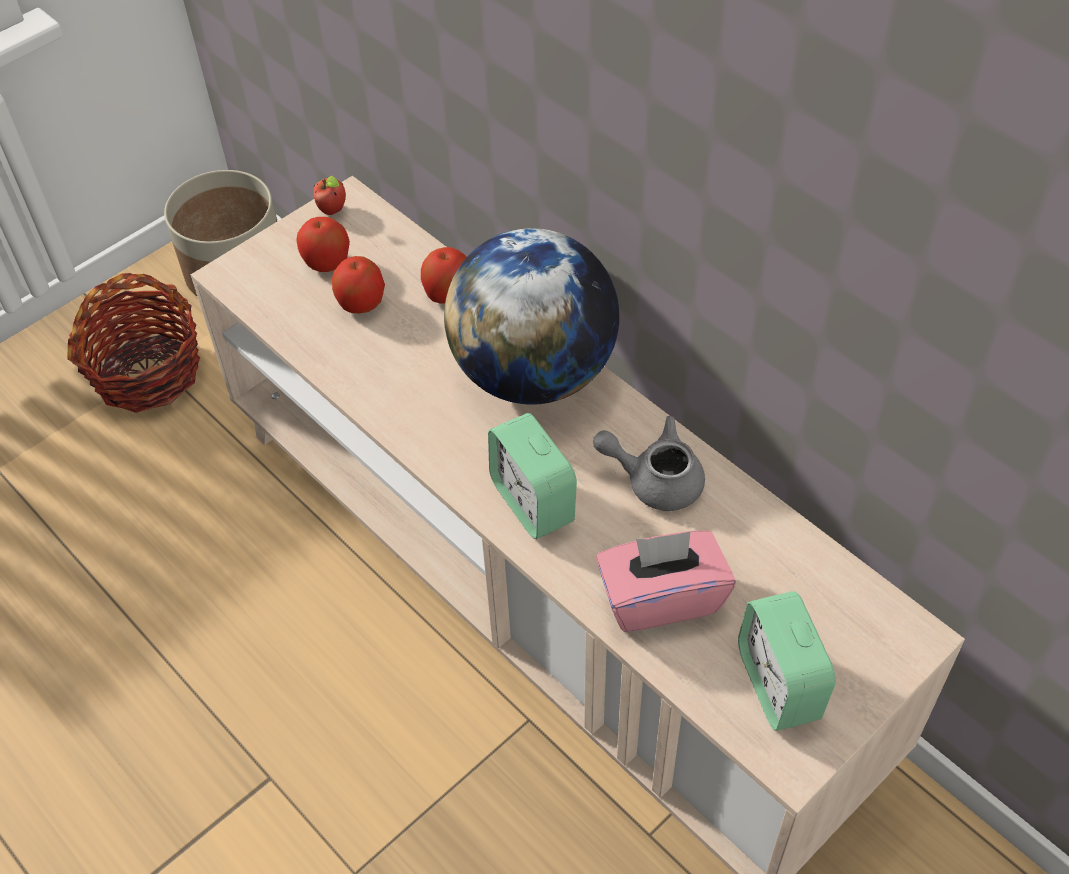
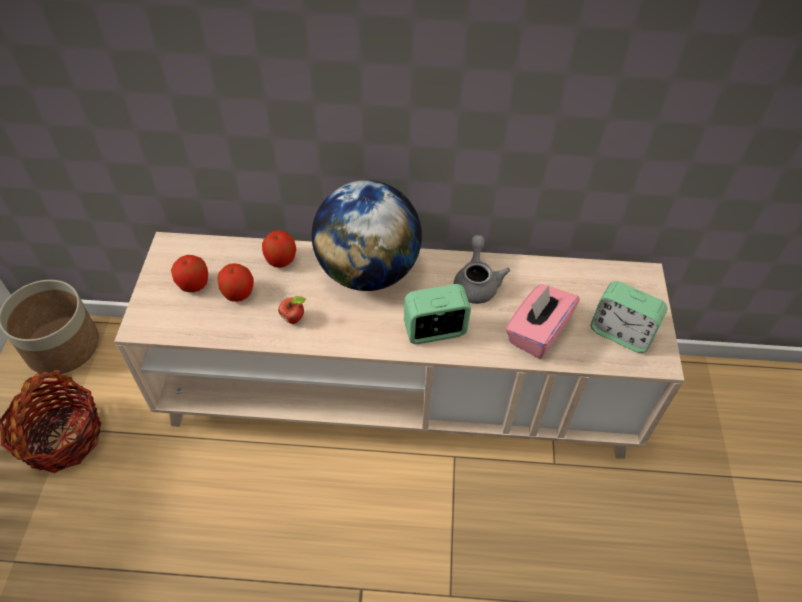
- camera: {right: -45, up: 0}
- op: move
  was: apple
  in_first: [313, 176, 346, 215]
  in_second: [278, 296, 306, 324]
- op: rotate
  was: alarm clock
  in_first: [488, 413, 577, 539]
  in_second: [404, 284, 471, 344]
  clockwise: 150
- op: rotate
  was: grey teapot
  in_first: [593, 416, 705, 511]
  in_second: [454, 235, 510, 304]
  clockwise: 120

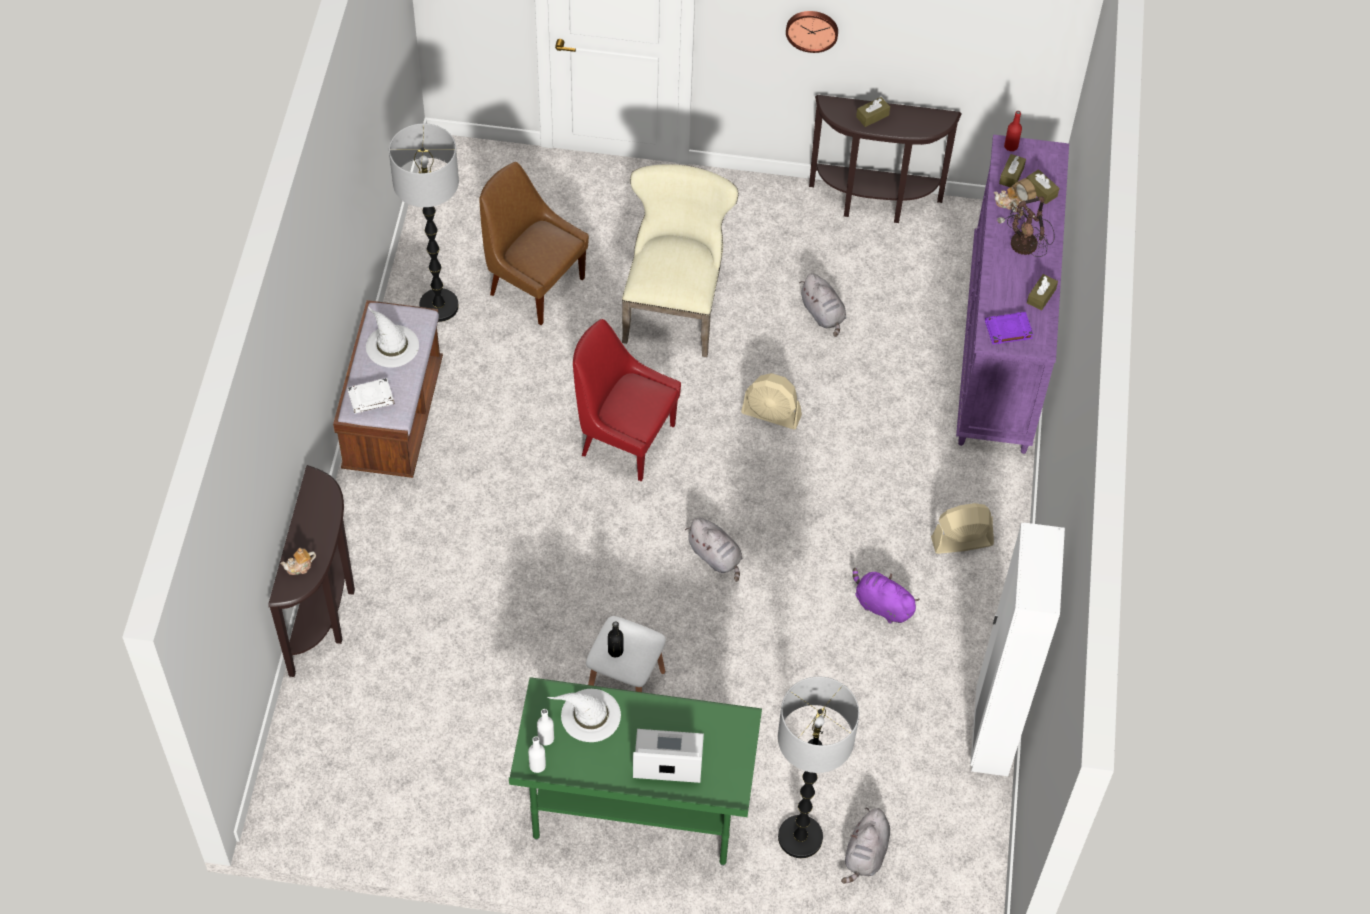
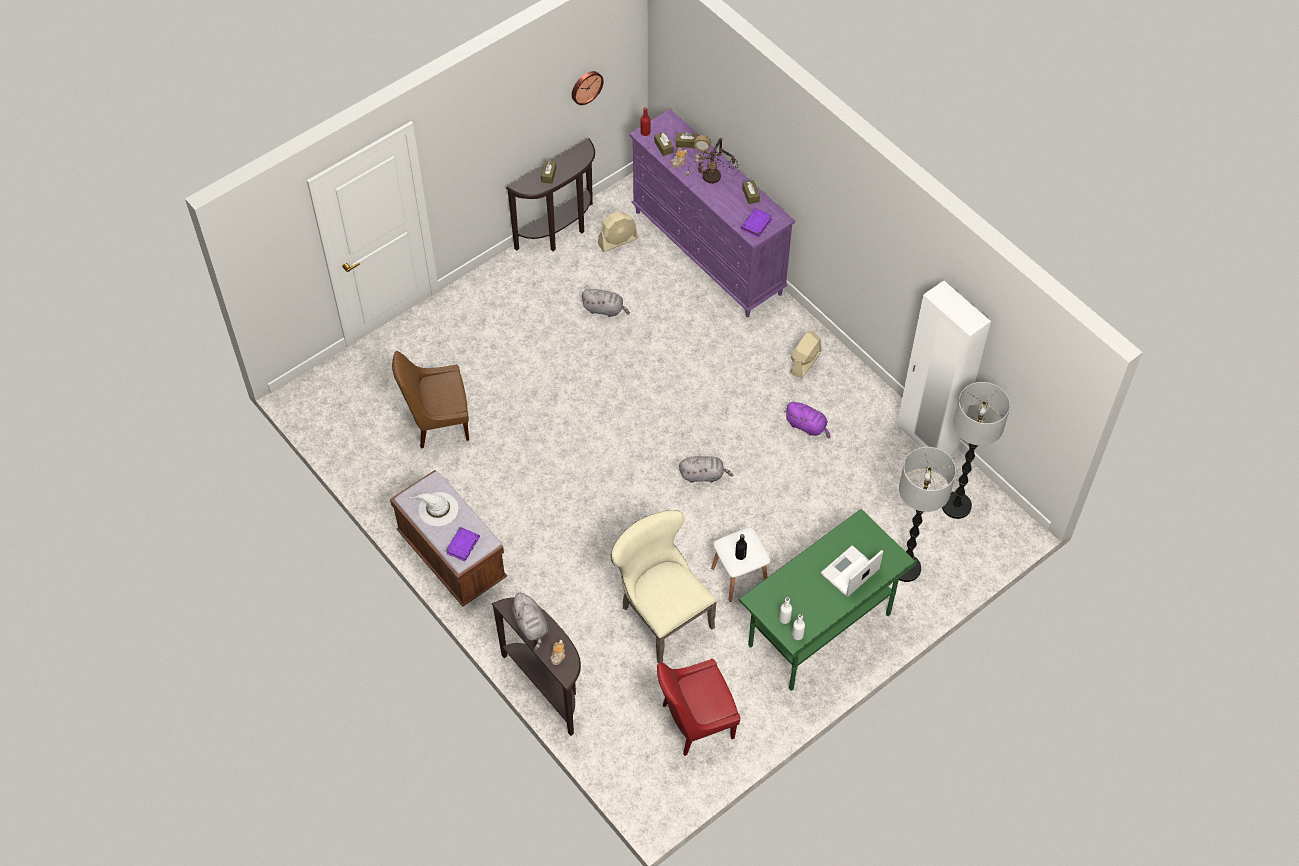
- camera: {right: -45, up: 0}
- op: delete
  was: white hat
  in_first: [548, 689, 621, 742]
- op: move
  was: floor lamp
  in_first: [389, 123, 459, 322]
  in_second: [942, 382, 1010, 519]
- op: move
  was: red chair
  in_first: [573, 319, 681, 481]
  in_second: [657, 659, 740, 756]
- op: move
  was: beige chair
  in_first: [622, 164, 738, 357]
  in_second: [610, 510, 717, 663]
- op: move
  was: beige fan
  in_first: [741, 373, 802, 430]
  in_second: [598, 211, 638, 252]
- op: move
  was: wall clock
  in_first: [786, 11, 838, 53]
  in_second: [572, 71, 604, 105]
- op: move
  was: grey plush toy
  in_first: [841, 807, 890, 883]
  in_second: [510, 593, 548, 650]
- op: recolor
  was: white book
  now: purple book
  in_first: [347, 378, 395, 414]
  in_second: [446, 527, 480, 561]
- op: rotate
  was: purple plush toy
  in_first: [853, 568, 920, 623]
  in_second: [785, 402, 830, 439]
  clockwise: -135

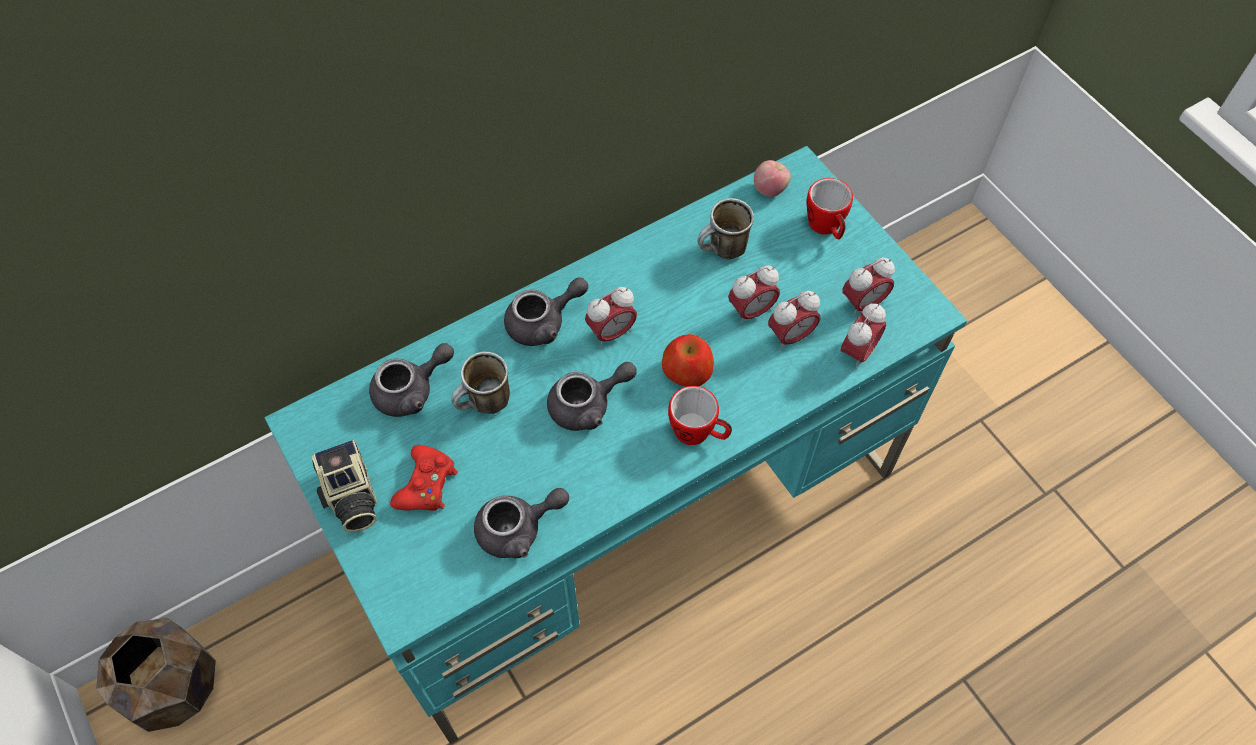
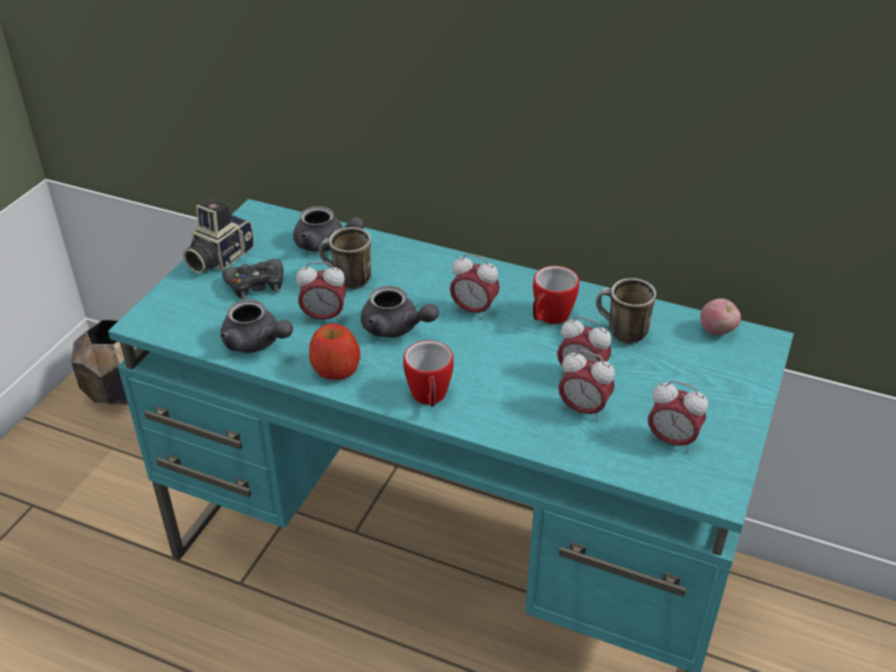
- camera: {right: 55, up: -20}
- op: delete
  was: grey teapot
  in_first: [504, 277, 588, 346]
- op: move
  was: apple
  in_first: [662, 334, 714, 387]
  in_second: [309, 323, 361, 380]
- op: move
  was: mug
  in_first: [807, 178, 853, 239]
  in_second: [533, 266, 579, 324]
- op: move
  was: alarm clock
  in_first: [841, 303, 886, 369]
  in_second: [296, 262, 346, 323]
- op: recolor
  was: red game controller
  now: black game controller
  in_first: [390, 445, 457, 511]
  in_second: [222, 259, 284, 300]

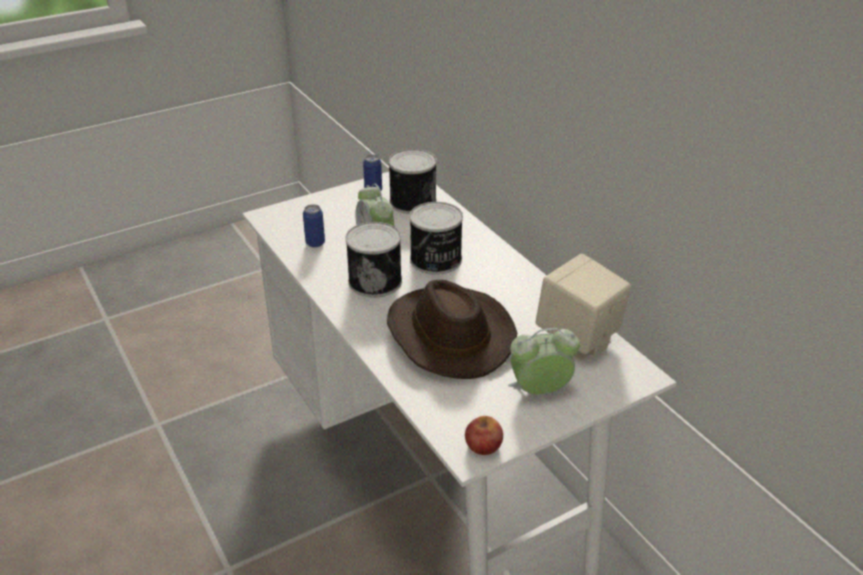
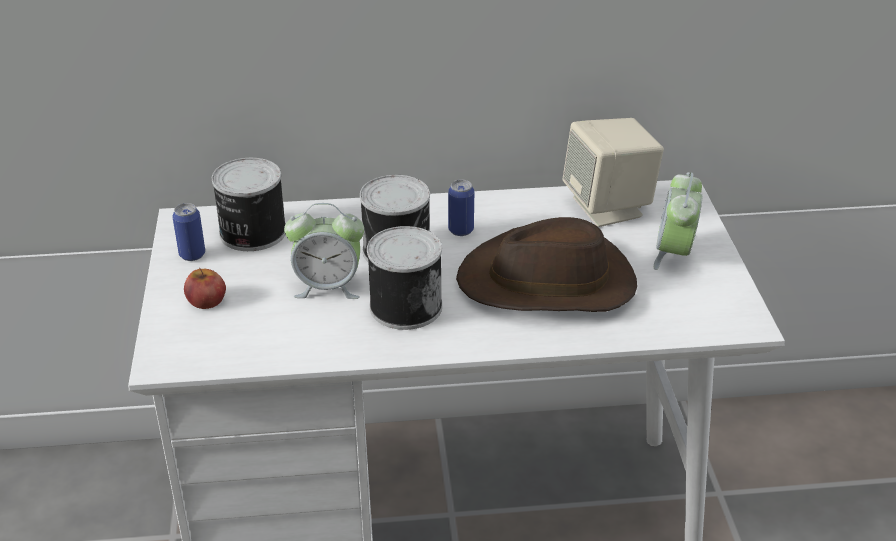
- camera: {right: -65, up: 0}
- op: move
  was: can
  in_first: [303, 204, 325, 247]
  in_second: [448, 180, 474, 236]
- op: move
  was: apple
  in_first: [465, 416, 503, 455]
  in_second: [184, 268, 226, 309]

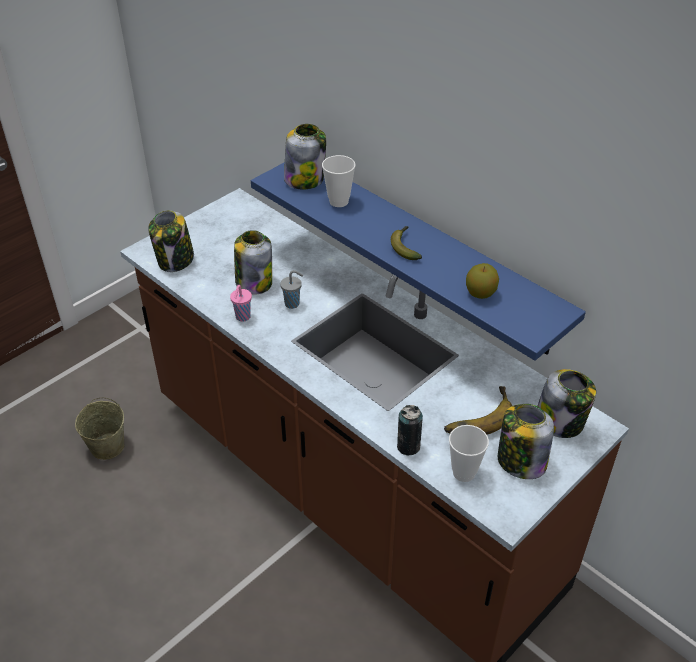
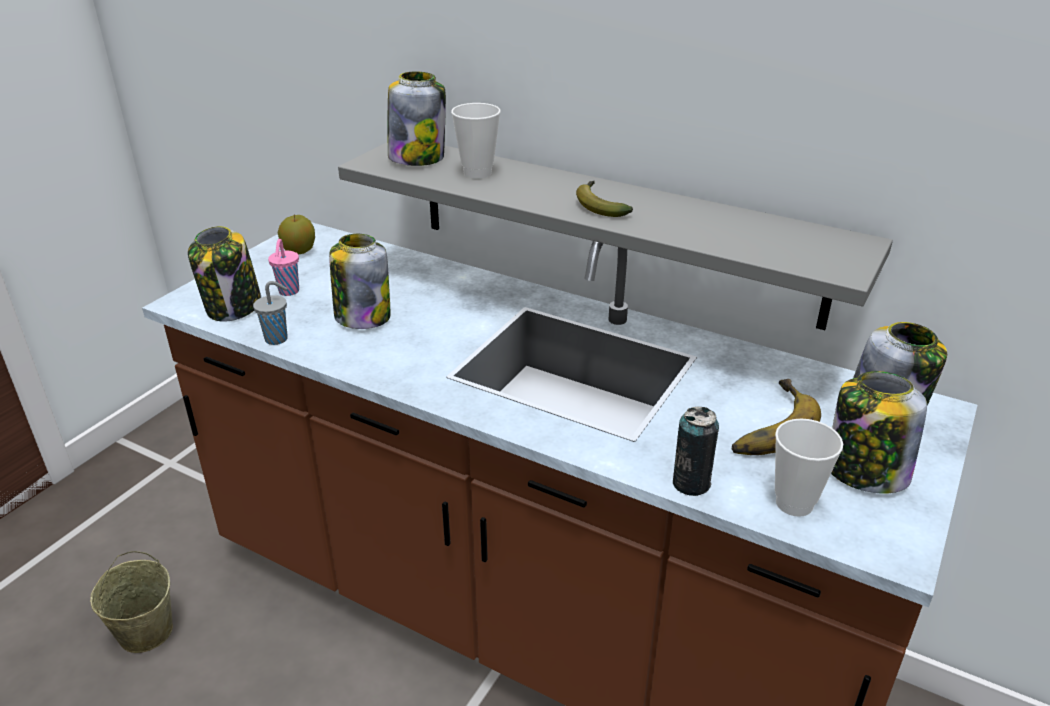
- camera: {right: -15, up: -10}
- op: move
  was: pink cup
  in_first: [230, 285, 252, 322]
  in_second: [268, 239, 299, 296]
- op: move
  was: grey cup
  in_first: [280, 270, 303, 309]
  in_second: [253, 281, 287, 345]
- op: move
  was: apple
  in_first: [466, 263, 499, 299]
  in_second: [277, 215, 315, 254]
- op: recolor
  was: blue shelf
  now: grey shelf
  in_first: [251, 162, 586, 361]
  in_second: [338, 142, 893, 330]

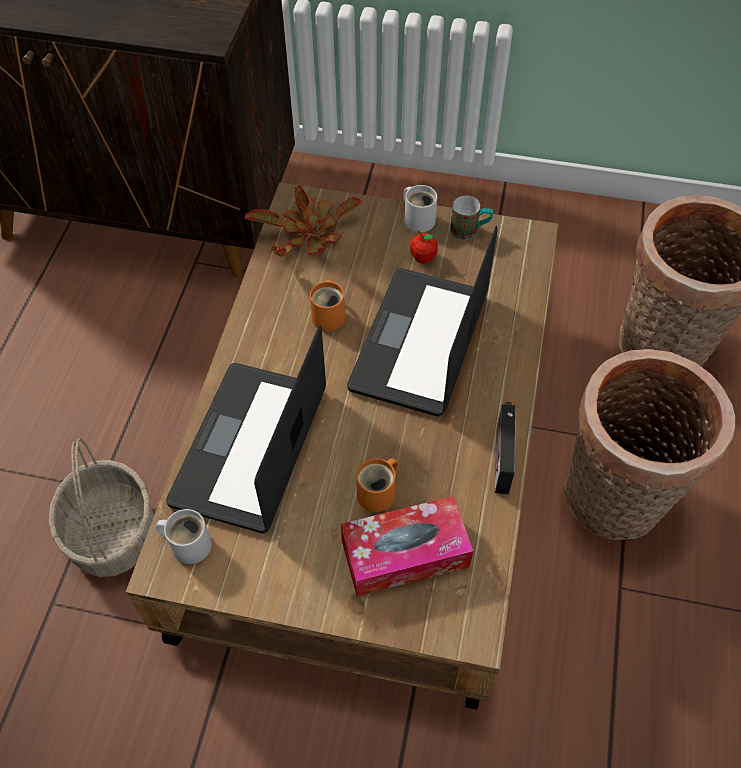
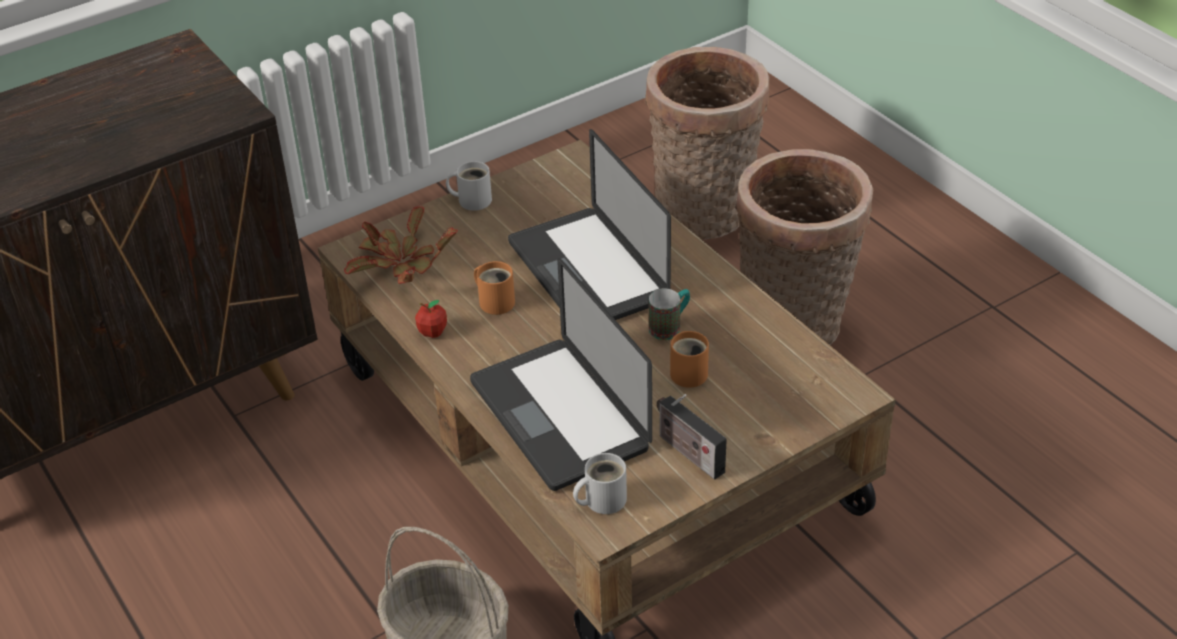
- camera: {right: -45, up: -15}
- op: delete
  was: tissue box
  in_first: [341, 496, 473, 597]
- op: move
  was: apple
  in_first: [410, 230, 438, 264]
  in_second: [415, 300, 447, 338]
- op: move
  was: mug
  in_first: [450, 195, 493, 240]
  in_second: [649, 288, 690, 340]
- op: move
  was: radio
  in_first: [495, 402, 516, 494]
  in_second: [657, 394, 727, 479]

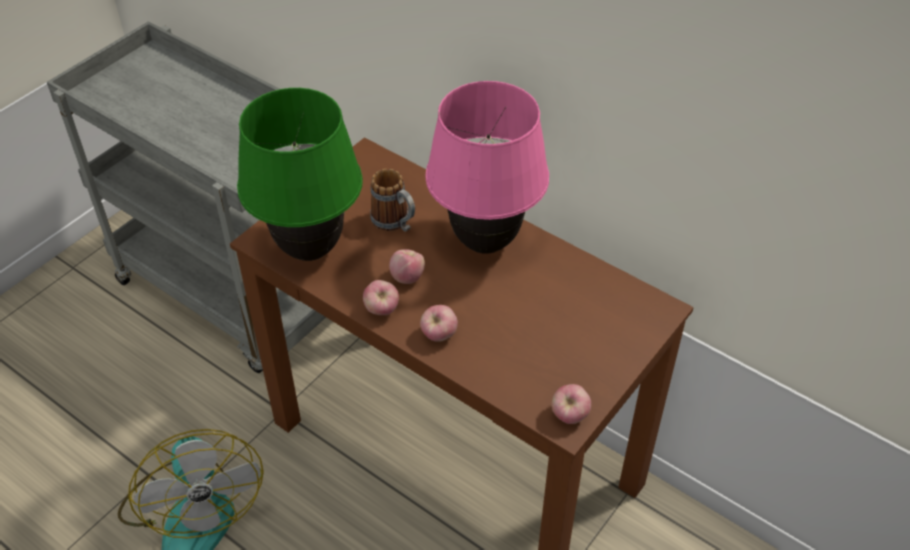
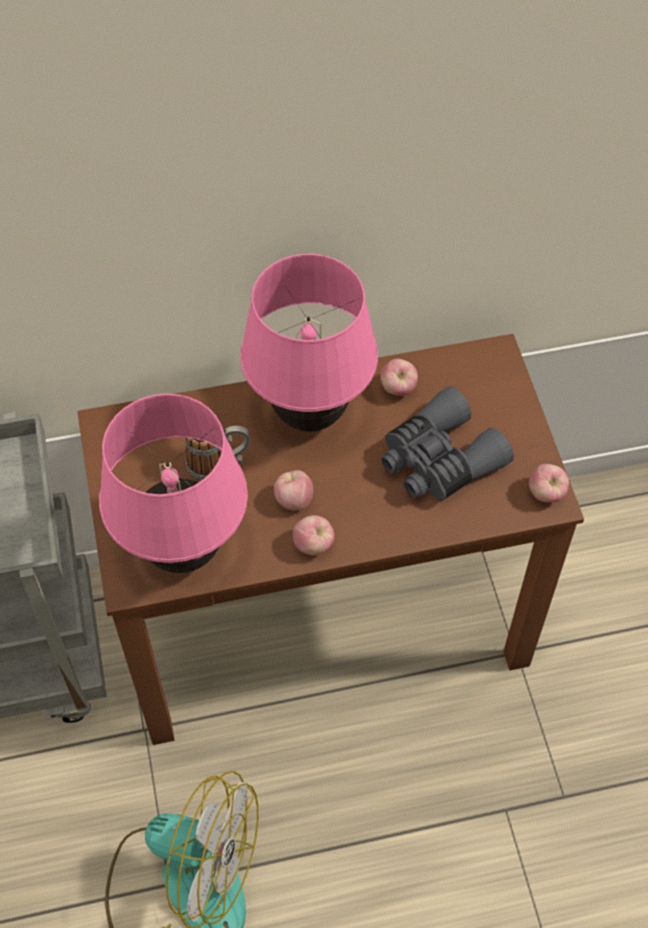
- camera: {right: -50, up: 10}
- op: insert
  now: grey binoculars
  in_second: [381, 386, 514, 501]
- op: move
  was: apple
  in_first: [420, 305, 458, 342]
  in_second: [380, 359, 418, 396]
- op: recolor
  was: green table lamp
  now: pink table lamp
  in_first: [237, 88, 363, 261]
  in_second: [99, 394, 248, 573]

